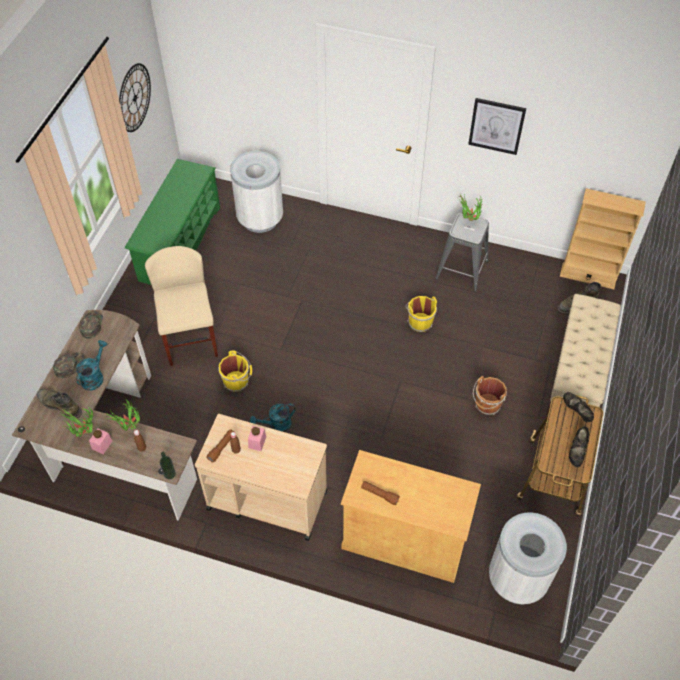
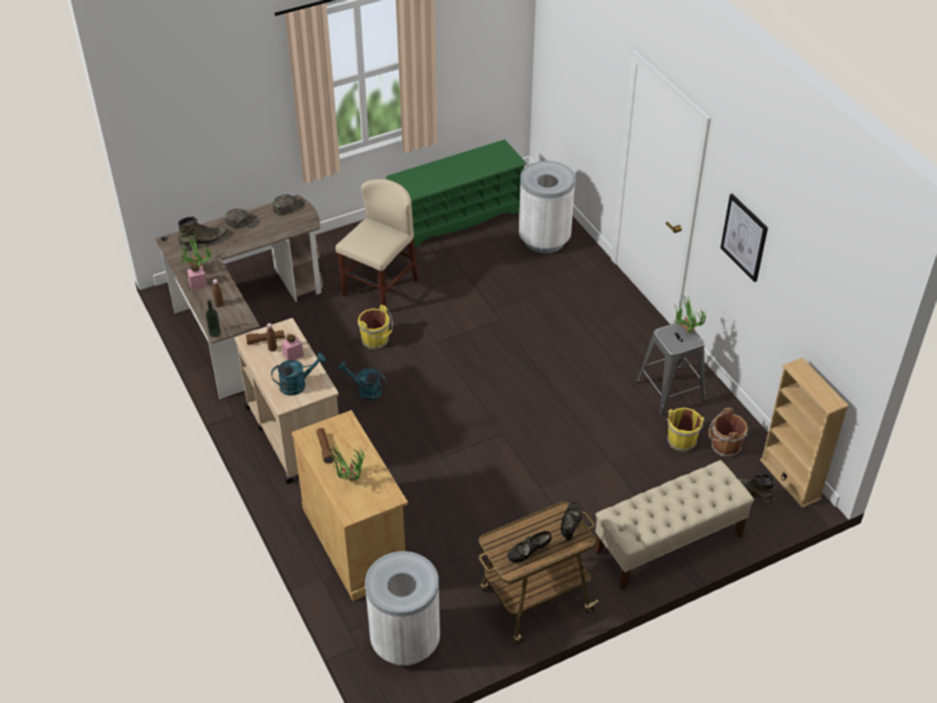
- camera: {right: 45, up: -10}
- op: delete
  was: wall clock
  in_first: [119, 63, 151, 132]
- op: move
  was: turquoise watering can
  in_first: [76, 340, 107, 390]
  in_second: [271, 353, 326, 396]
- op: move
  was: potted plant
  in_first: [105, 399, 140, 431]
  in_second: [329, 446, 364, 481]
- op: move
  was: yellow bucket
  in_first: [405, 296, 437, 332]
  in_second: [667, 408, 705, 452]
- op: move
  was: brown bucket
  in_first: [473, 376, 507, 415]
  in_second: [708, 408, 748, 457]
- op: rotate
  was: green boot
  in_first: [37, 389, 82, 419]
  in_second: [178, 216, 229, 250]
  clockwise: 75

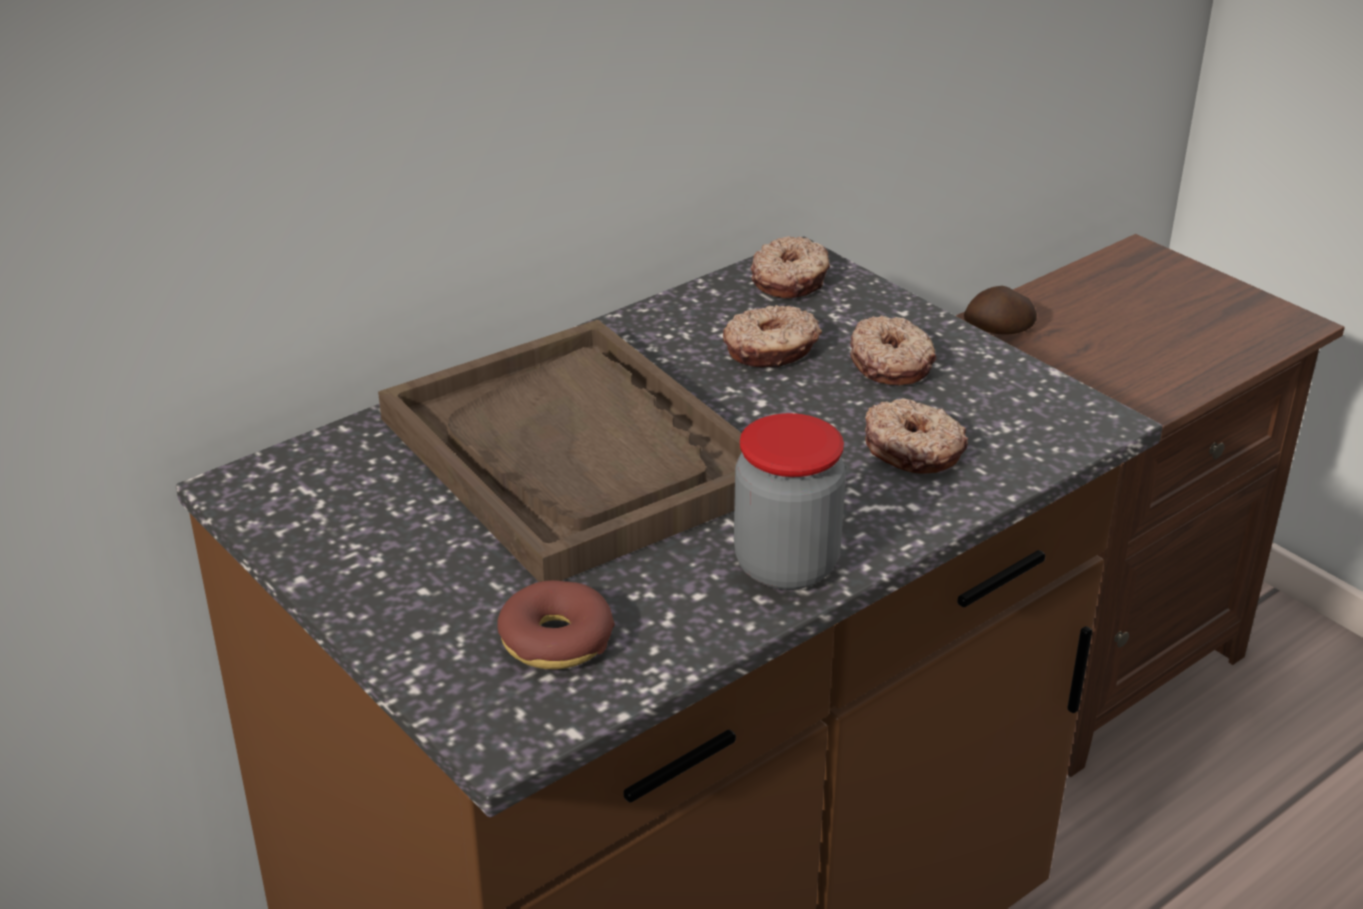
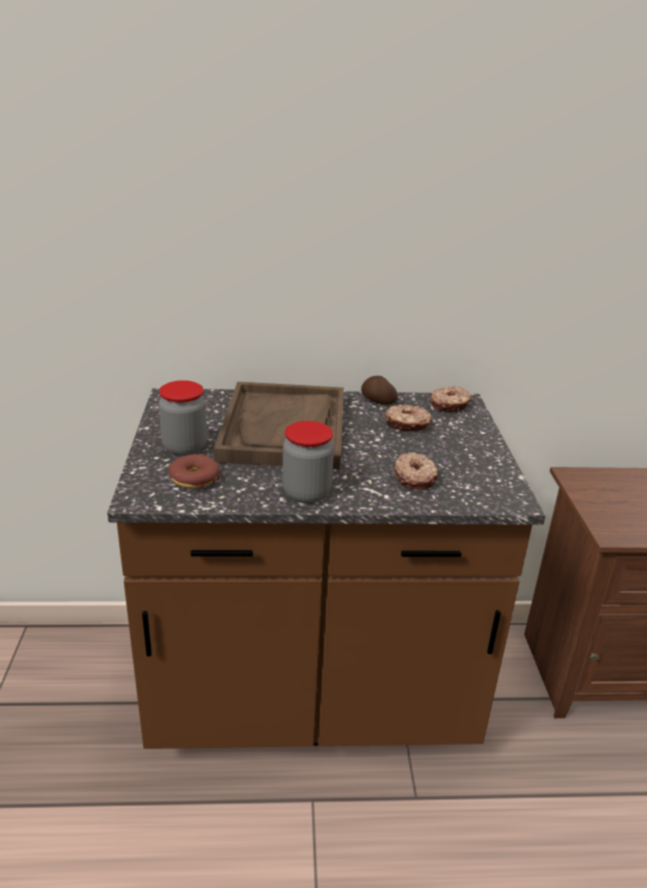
- camera: {right: 35, up: -5}
- op: delete
  was: donut
  in_first: [850, 315, 936, 386]
- op: insert
  now: jar
  in_second: [158, 380, 207, 456]
- op: move
  was: potato
  in_first: [964, 286, 1037, 334]
  in_second: [361, 376, 398, 405]

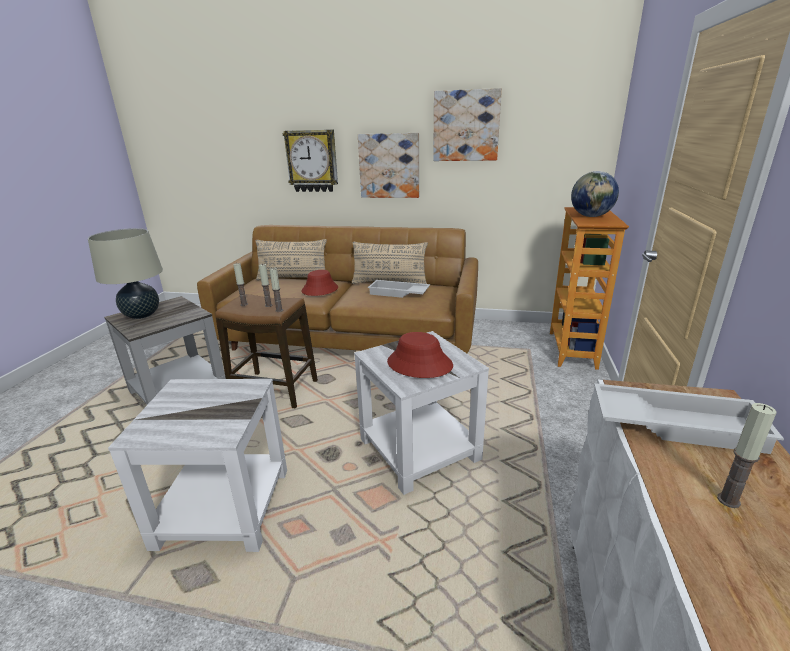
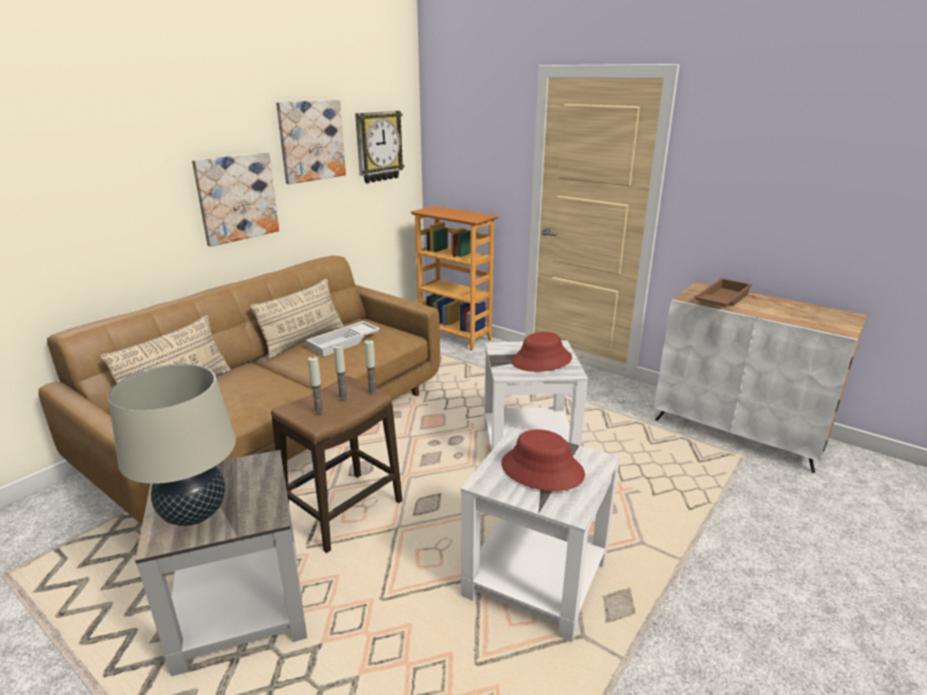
- camera: {right: -65, up: 0}
- op: delete
  was: globe
  in_first: [571, 171, 619, 217]
- op: delete
  was: candle
  in_first: [717, 403, 777, 508]
- op: move
  was: wall clock
  in_first: [283, 130, 338, 192]
  in_second: [355, 111, 404, 183]
- op: move
  was: red hat
  in_first: [302, 270, 338, 296]
  in_second: [501, 429, 585, 491]
- op: recolor
  was: white tray
  now: brown tray
  in_first: [594, 383, 784, 454]
  in_second: [694, 278, 752, 307]

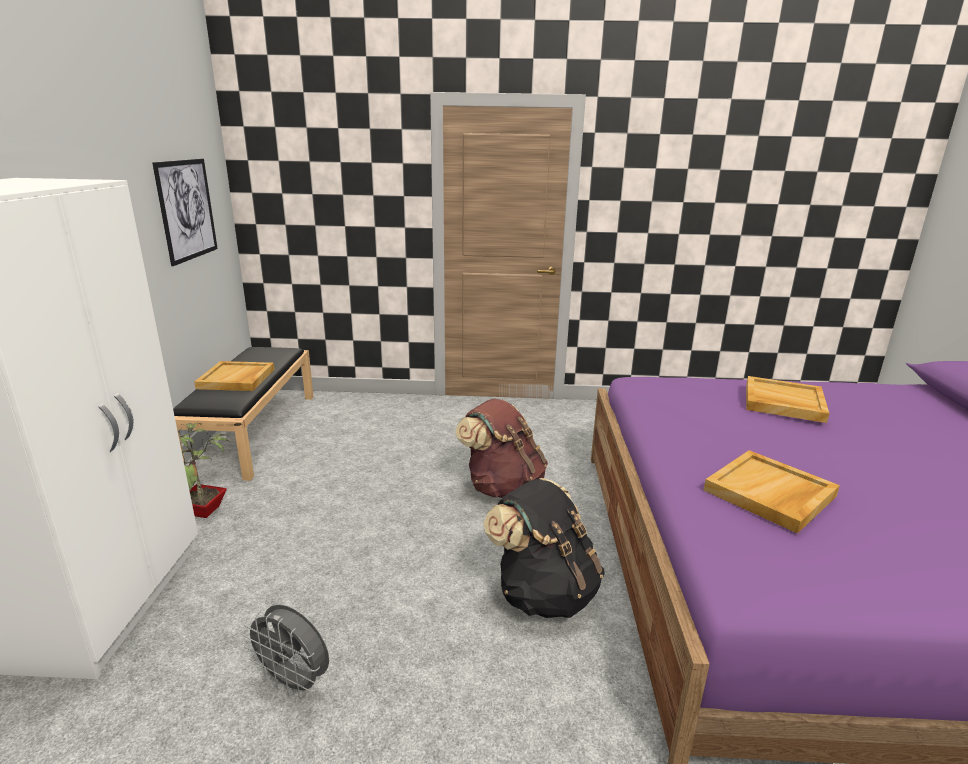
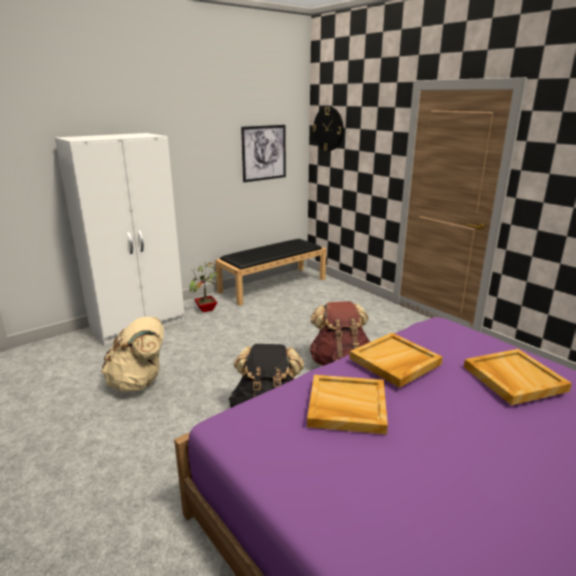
- camera: {right: 50, up: 0}
- op: insert
  now: wall clock
  in_second: [313, 107, 344, 151]
- op: move
  was: beige tray
  in_first: [194, 361, 274, 391]
  in_second: [349, 333, 443, 388]
- op: replace
  was: grey fan
  now: beige backpack
  in_first: [242, 605, 329, 699]
  in_second: [101, 317, 164, 392]

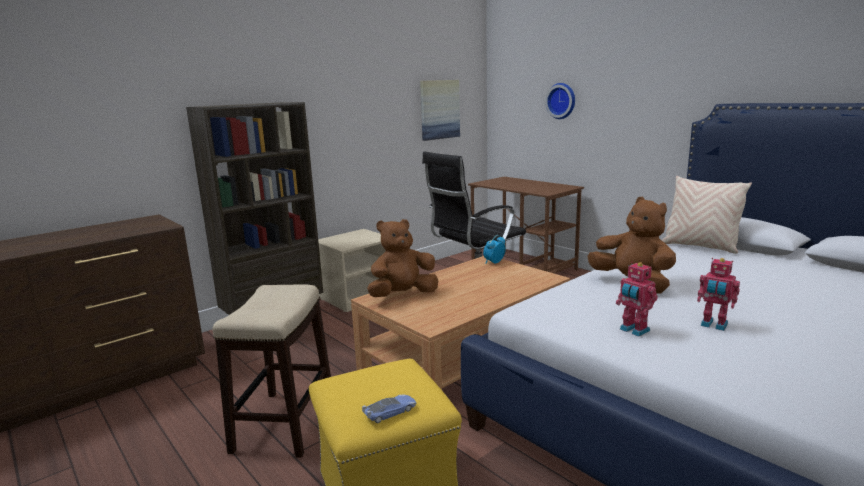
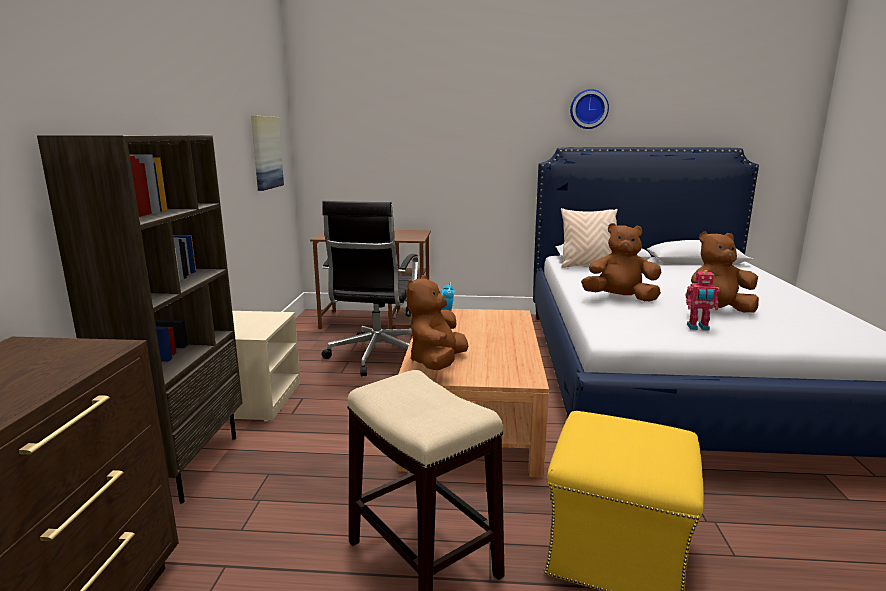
- camera: {right: -45, up: 0}
- op: delete
  was: toy car
  in_first: [362, 395, 416, 423]
- op: move
  was: wall clock
  in_first: [545, 83, 575, 119]
  in_second: [570, 89, 609, 129]
- op: replace
  was: toy robot
  now: brown plush toy
  in_first: [697, 258, 740, 331]
  in_second: [691, 232, 759, 313]

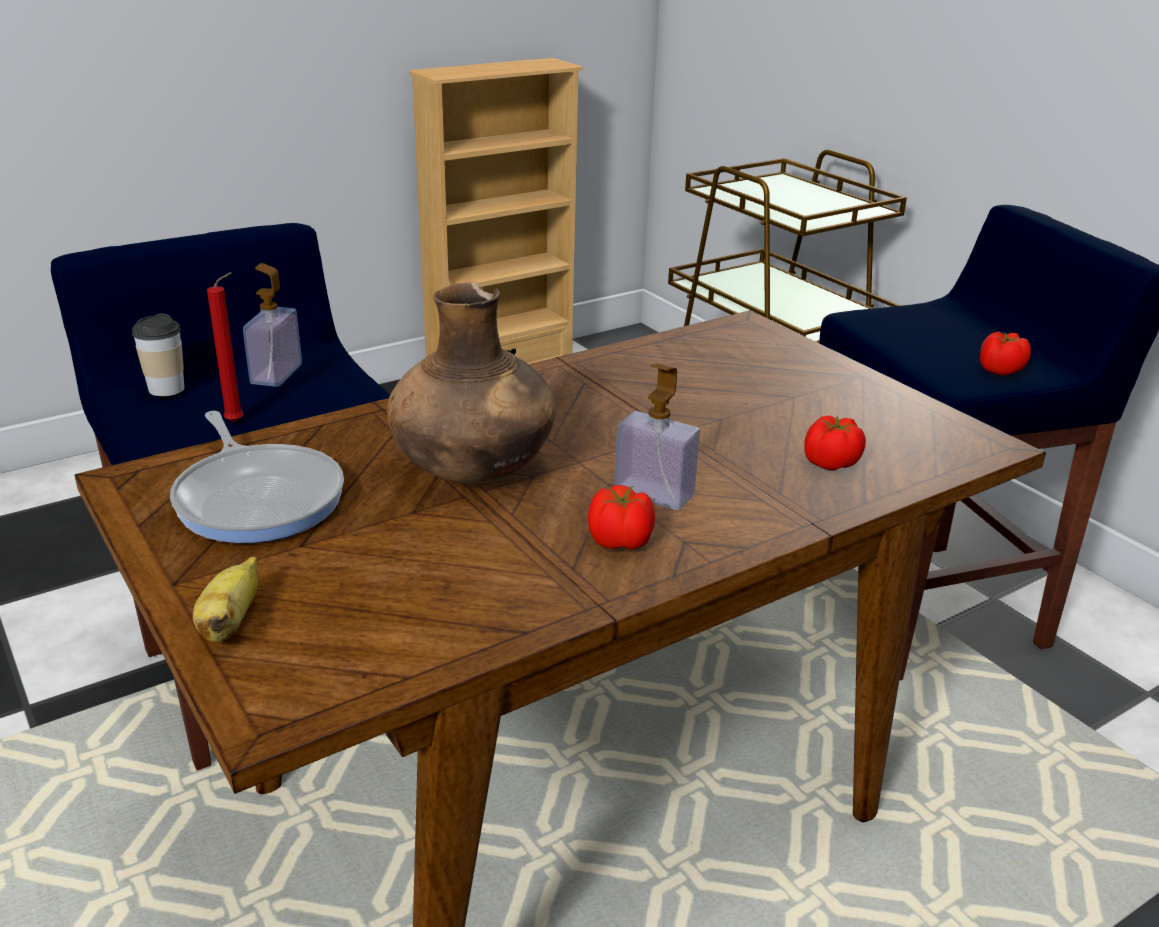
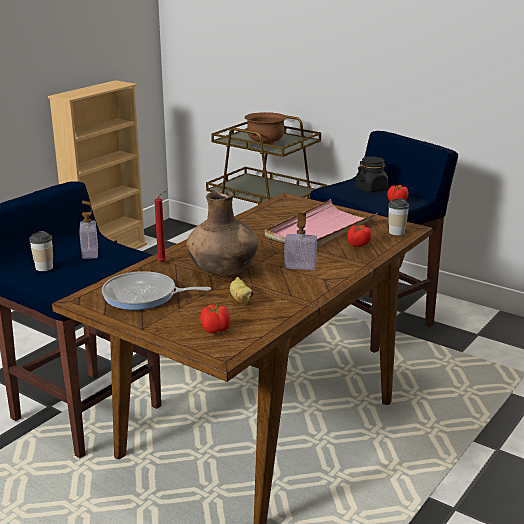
- camera: {right: -20, up: -5}
- op: insert
  now: brown bowl
  in_second: [244, 112, 287, 145]
- op: insert
  now: pink tray
  in_second: [265, 199, 378, 247]
- op: insert
  now: black jar
  in_second: [355, 156, 388, 192]
- op: insert
  now: cup
  in_second: [388, 198, 409, 236]
- op: move
  was: banana
  in_first: [193, 557, 258, 642]
  in_second: [230, 277, 254, 304]
- op: move
  was: red candle
  in_first: [207, 272, 244, 423]
  in_second: [155, 191, 166, 262]
- op: move
  was: tomato
  in_first: [588, 485, 655, 549]
  in_second: [200, 304, 231, 333]
- op: rotate
  was: frying pan
  in_first: [170, 411, 344, 543]
  in_second: [102, 271, 211, 310]
  clockwise: 150

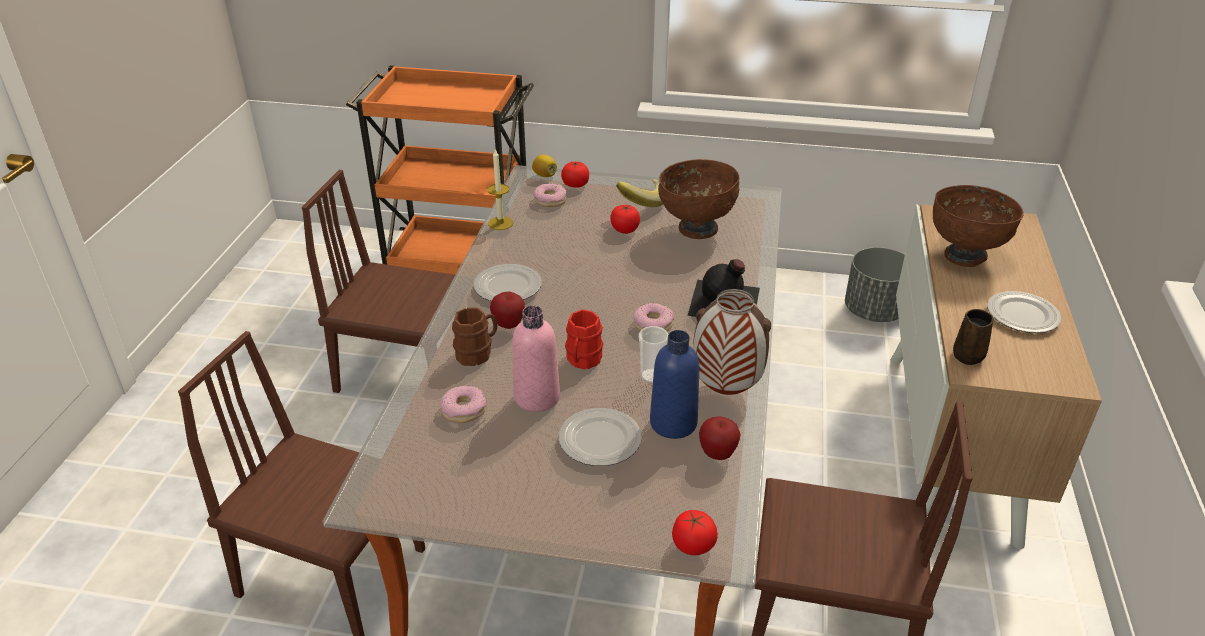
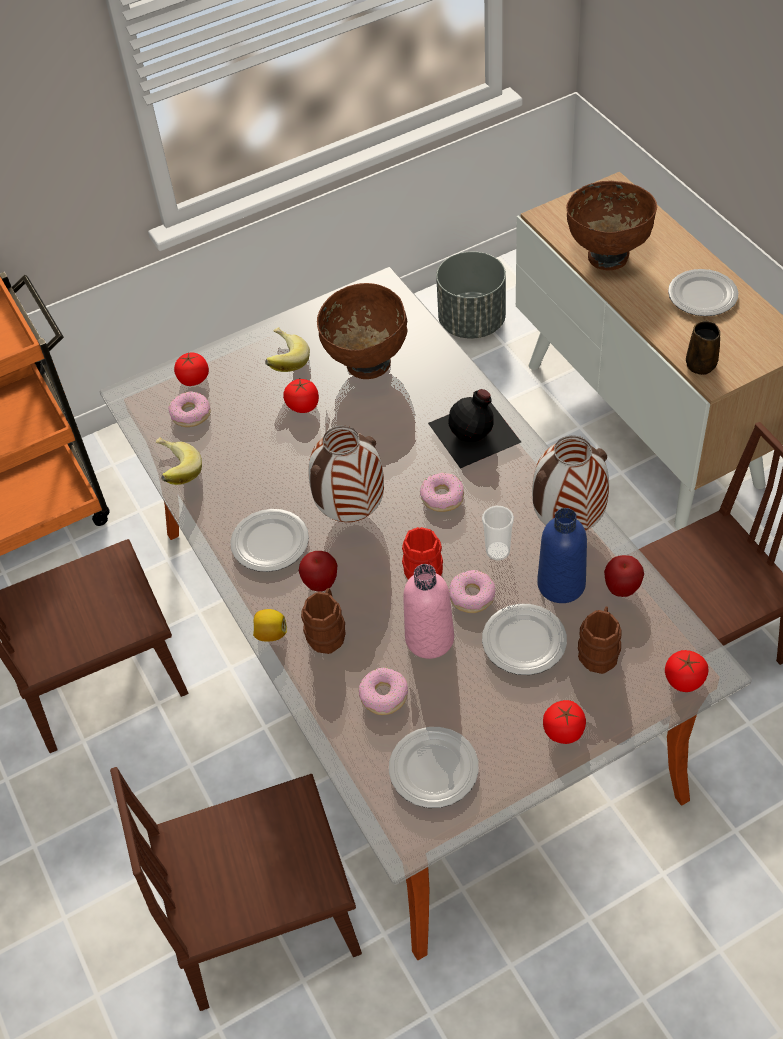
- camera: {right: -35, up: 15}
- op: insert
  now: vase
  in_second: [308, 426, 384, 522]
- op: insert
  now: plate
  in_second: [389, 727, 479, 808]
- op: insert
  now: donut
  in_second: [449, 570, 495, 613]
- op: insert
  now: tomato
  in_second: [543, 700, 586, 744]
- op: insert
  now: brown mug
  in_second: [578, 606, 621, 674]
- op: move
  was: lemon
  in_first: [532, 155, 557, 177]
  in_second: [253, 609, 287, 642]
- op: replace
  was: candle
  now: banana
  in_first: [487, 148, 513, 230]
  in_second: [156, 437, 202, 485]

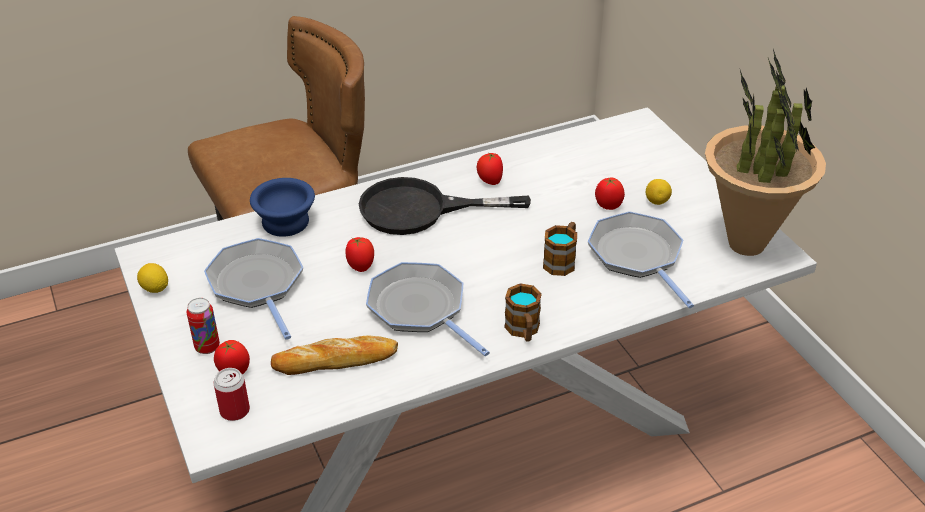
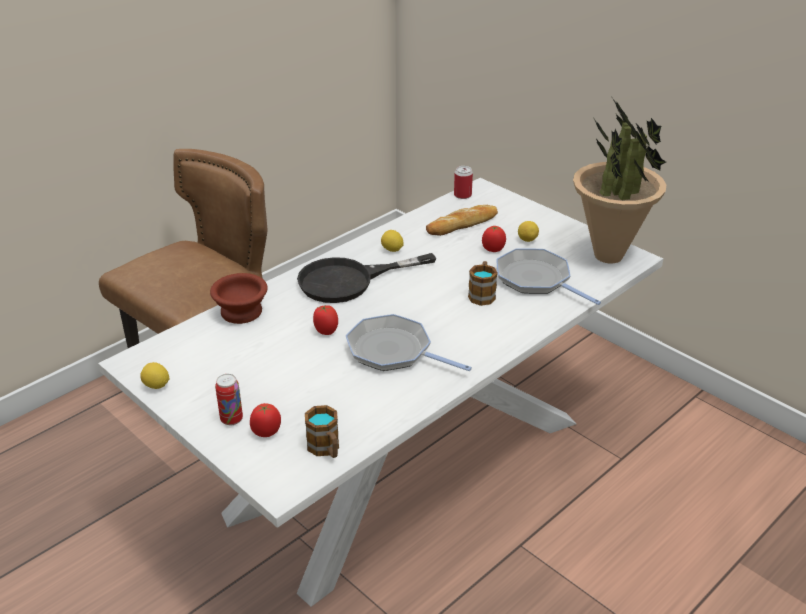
- camera: {right: -20, up: -5}
- op: delete
  was: frying pan
  in_first: [204, 238, 303, 340]
- op: move
  was: can
  in_first: [213, 368, 250, 421]
  in_second: [454, 166, 473, 199]
- op: move
  was: bread
  in_first: [271, 335, 398, 375]
  in_second: [426, 205, 498, 236]
- op: move
  was: mug
  in_first: [504, 283, 542, 342]
  in_second: [305, 405, 339, 458]
- op: replace
  was: tomato
  now: lemon
  in_first: [477, 153, 503, 185]
  in_second: [381, 230, 403, 252]
- op: recolor
  was: blue bowl
  now: brown bowl
  in_first: [250, 178, 315, 237]
  in_second: [210, 273, 268, 324]

